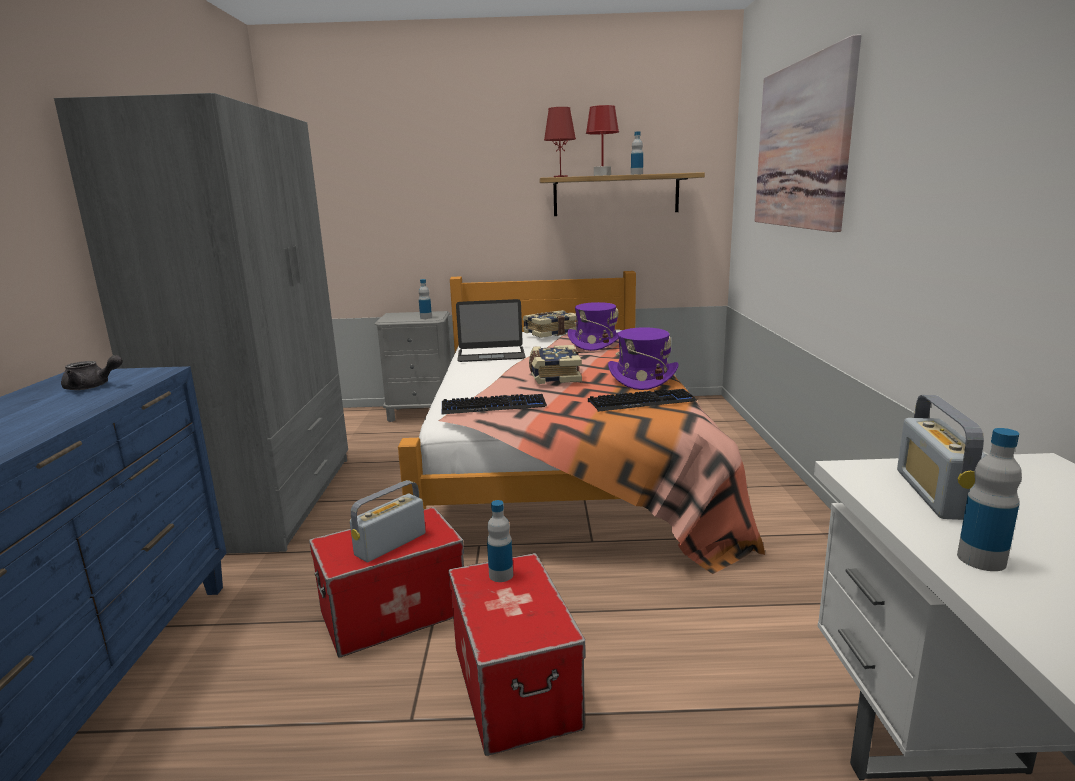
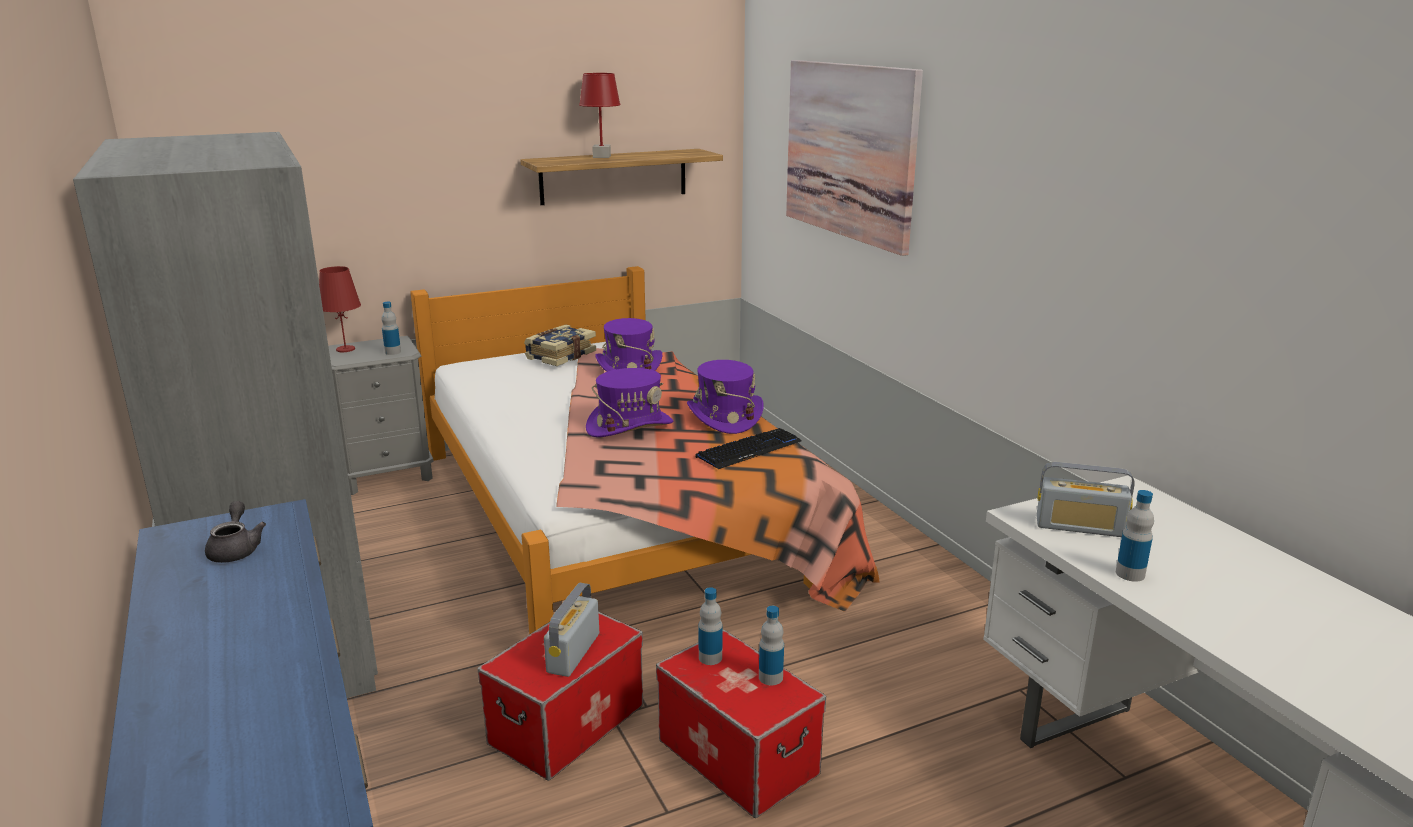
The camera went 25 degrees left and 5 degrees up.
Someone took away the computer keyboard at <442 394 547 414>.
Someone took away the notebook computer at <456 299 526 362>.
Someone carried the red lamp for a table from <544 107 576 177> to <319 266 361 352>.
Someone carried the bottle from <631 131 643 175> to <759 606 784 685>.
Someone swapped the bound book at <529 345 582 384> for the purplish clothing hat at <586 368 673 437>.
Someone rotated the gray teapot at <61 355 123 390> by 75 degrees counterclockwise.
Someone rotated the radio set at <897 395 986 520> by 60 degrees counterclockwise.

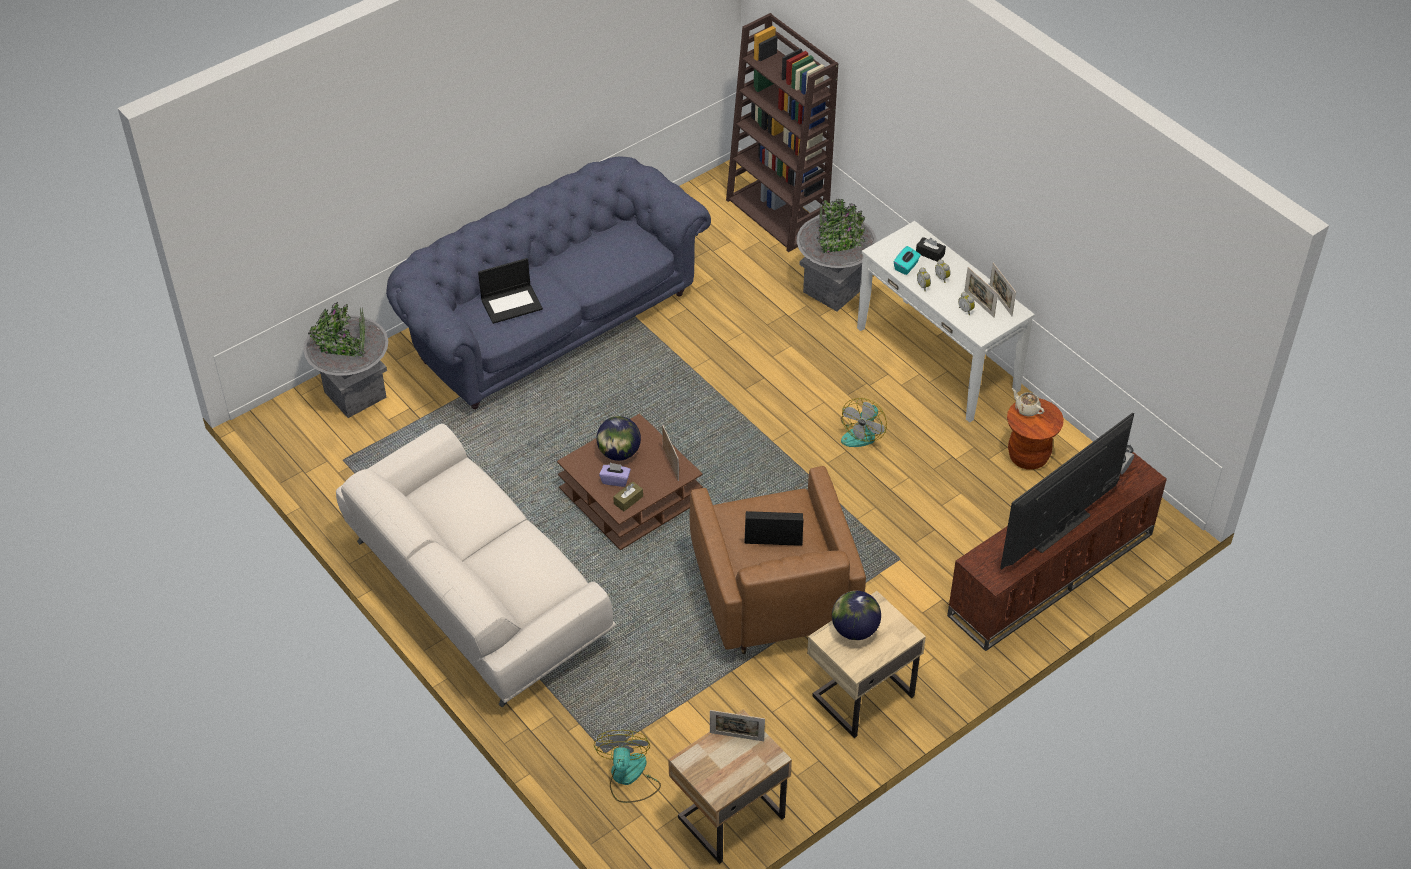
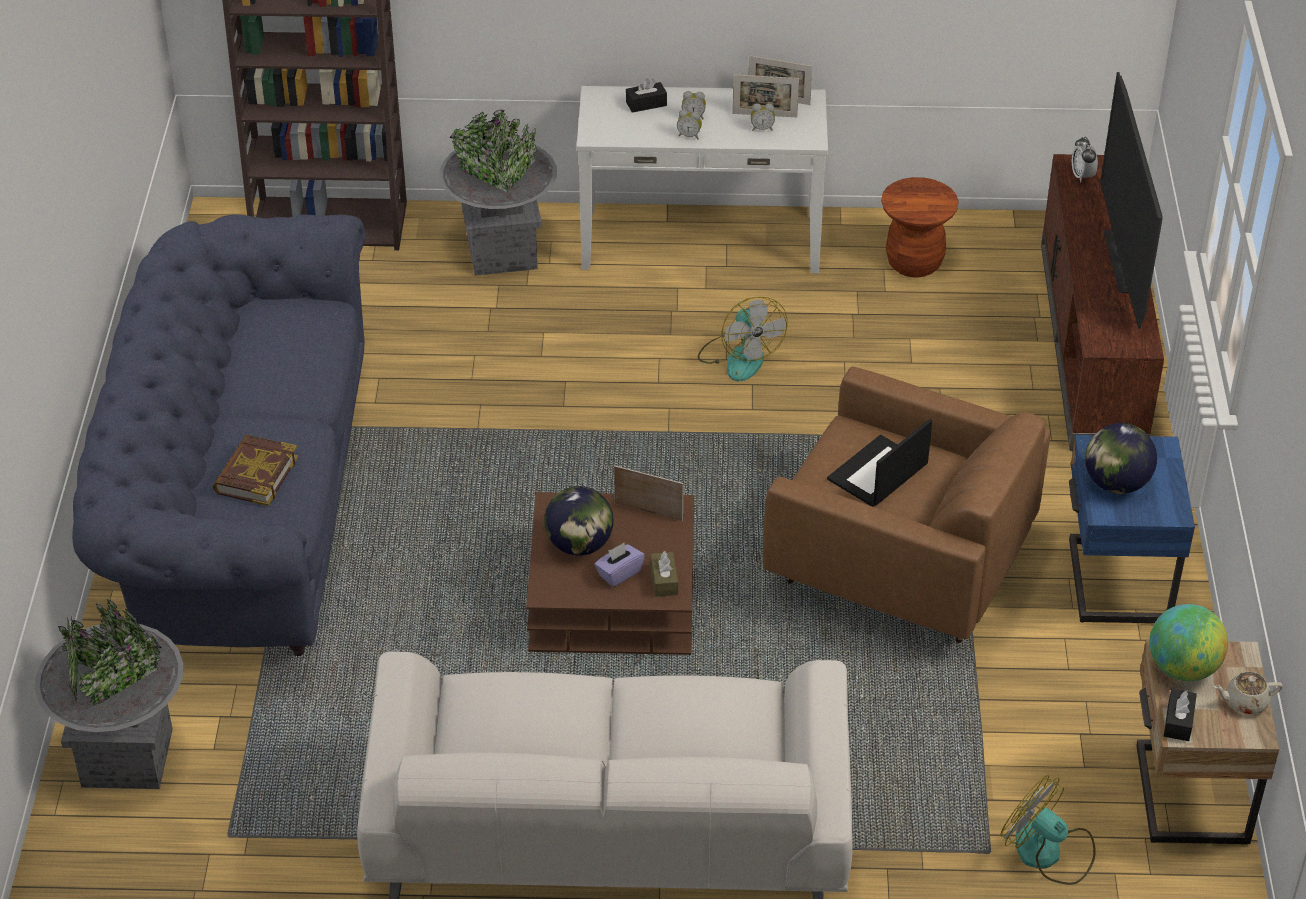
The camera went 50 degrees left and 5 degrees down.
Someone took away the turquoise box of tissues at <894 246 921 275>.
Someone put down the black-coloured box of tissues at <1164 689 1197 741>.
Someone carried the sand-coloured teapot from <1012 388 1044 416> to <1214 672 1283 714>.
Someone swapped the notebook computer at <478 258 543 324> for the bound book at <213 435 298 506>.
Someone swapped the standing frame at <710 710 765 741> for the world globe at <1149 604 1228 681>.
Someone repainted the sand-coloured nightstand at <807 591 926 738>, which became the blue-coloured nightstand at <1069 435 1195 623>.

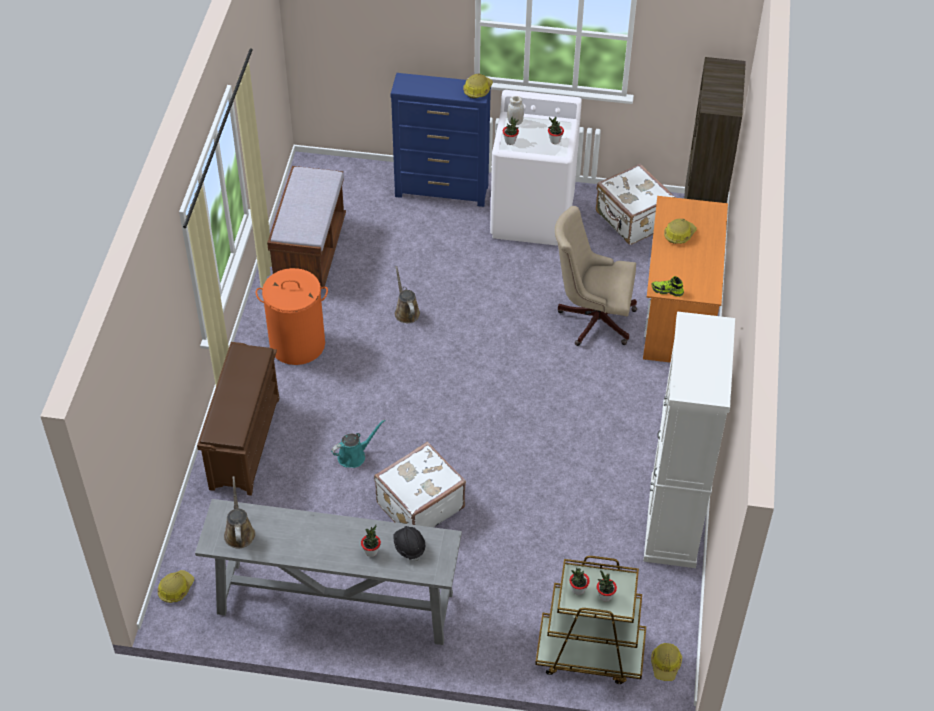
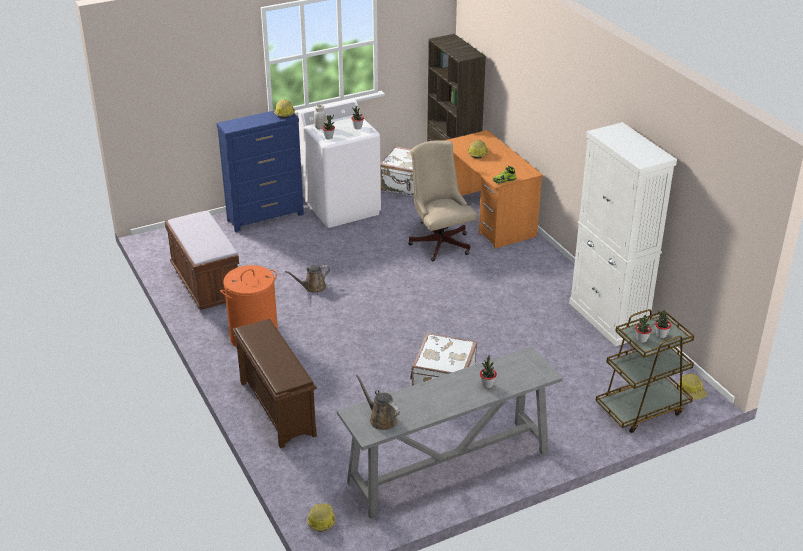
The camera went 35 degrees left and 15 degrees down.
Someone took away the turquoise sprinkling can at <331 420 385 468>.
Someone took away the black-coloured hard hat at <393 526 425 561>.
Someone rotated the brown-coloured sprinkling can at <395 266 420 323> by 60 degrees counterclockwise.
Someone rotated the sand-coloured computer chair at <555 206 637 346> by 90 degrees clockwise.

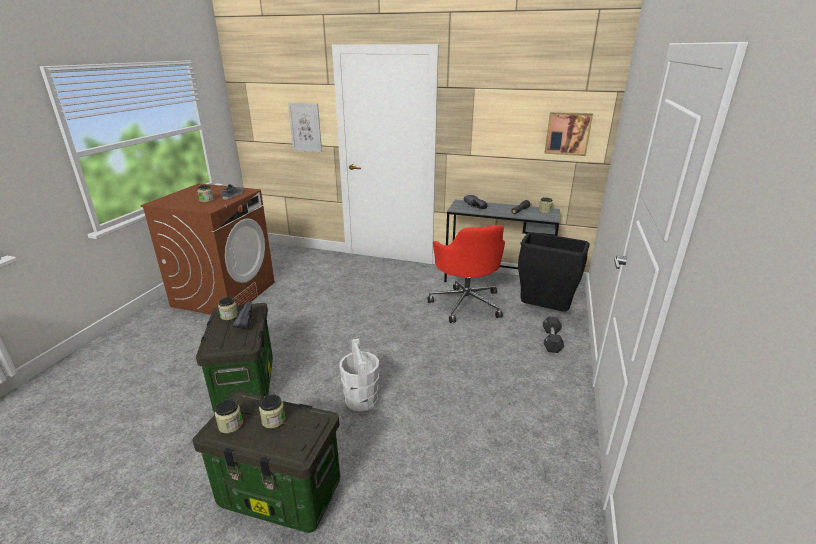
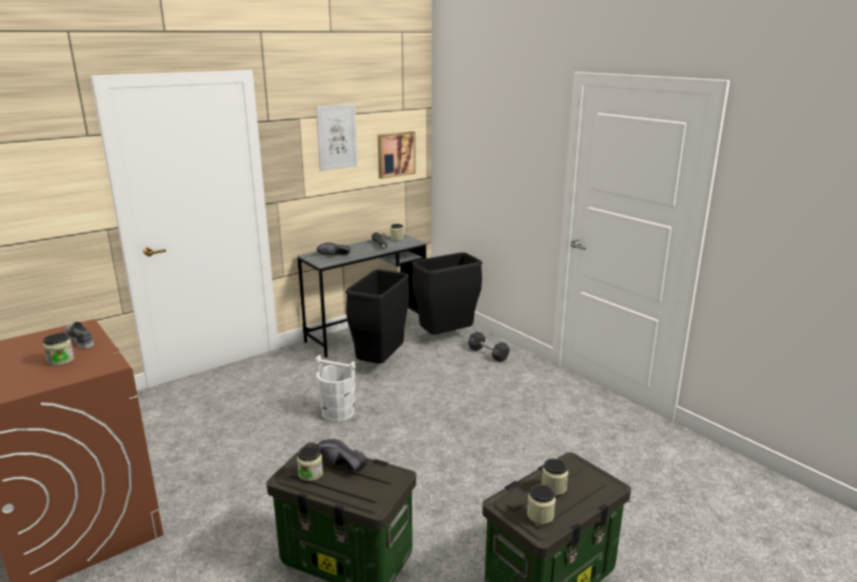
The camera went 55 degrees left and 5 degrees down.
Someone carried the wall picture from <288 102 322 152> to <316 104 357 171>.
Someone carried the white bucket from <339 339 379 412> to <315 355 356 422>.
Someone swapped the red computer chair at <427 225 505 323> for the black-coloured rubbish bin at <346 269 409 364>.

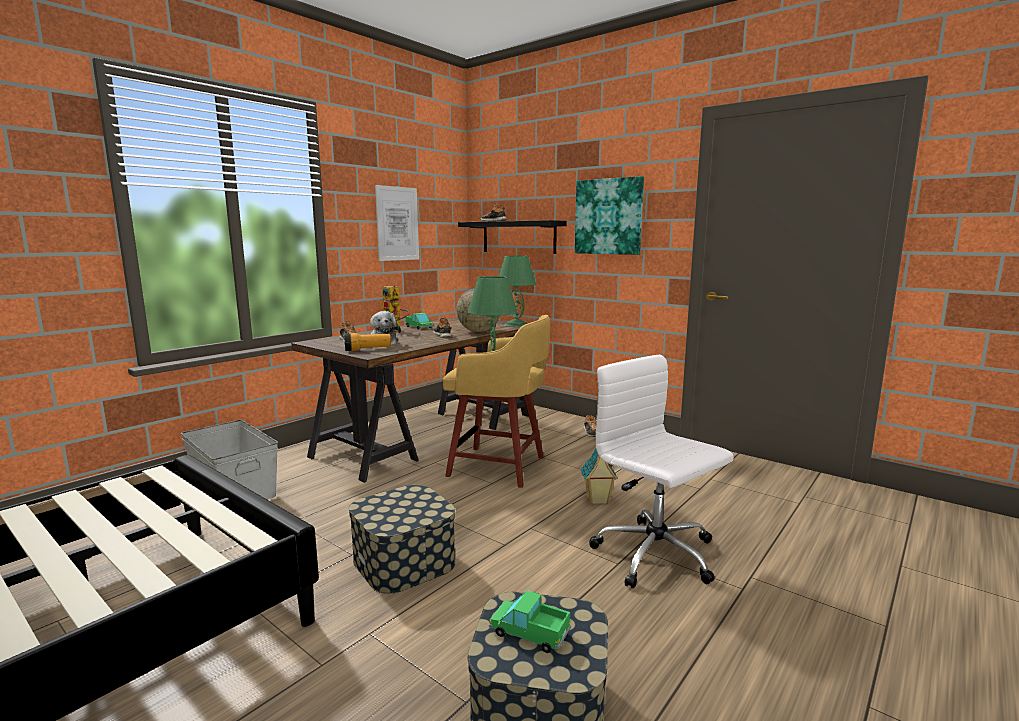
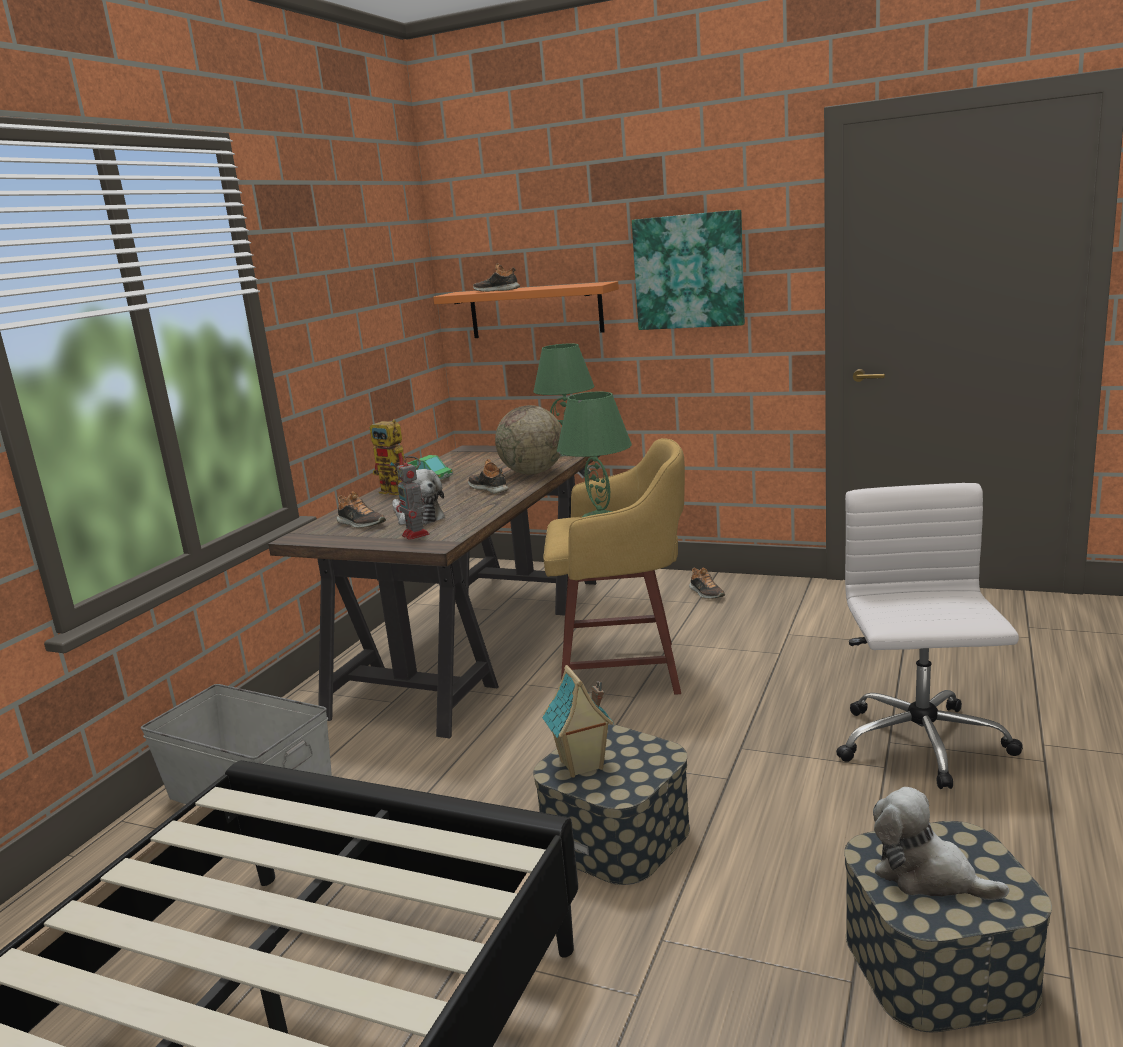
The camera went 15 degrees left and 5 degrees up.
Someone took away the wall picture at <375 185 419 261>.
Someone carried the model house from <580 447 618 505> to <542 665 614 777>.
Someone swapped the hand torch at <344 333 391 351> for the model robot at <396 457 430 540>.
Someone swapped the model truck at <489 590 571 653> for the plush toy at <873 787 1009 900>.
Someone repainted the black-coloured wall shelf at <458 220 567 254>, which became the orange-coloured wall shelf at <433 281 619 338>.
Someone rotated the white computer chair at <589 355 734 588> by 60 degrees clockwise.

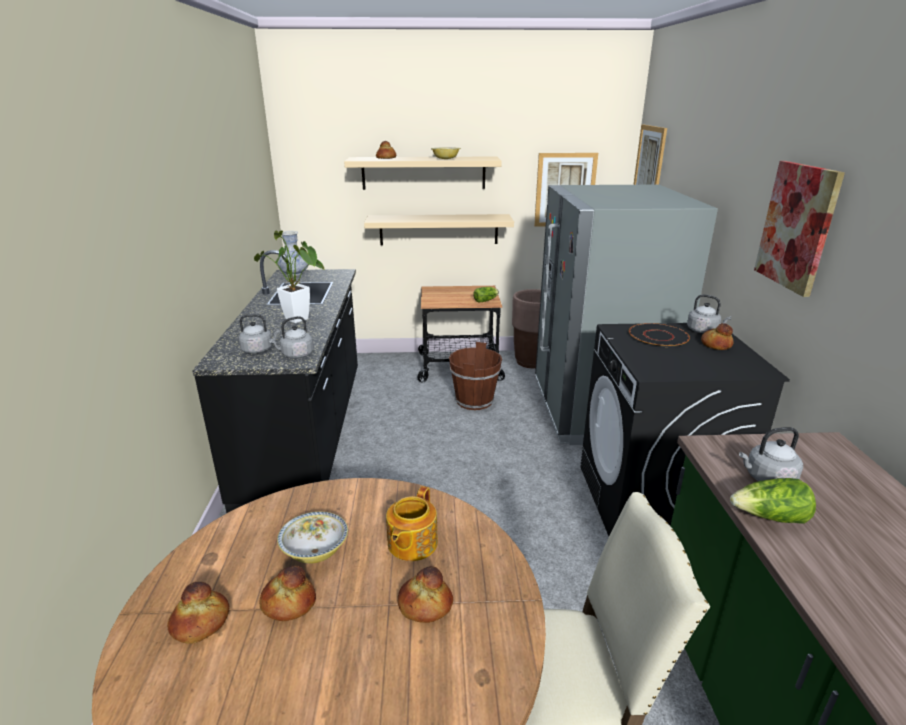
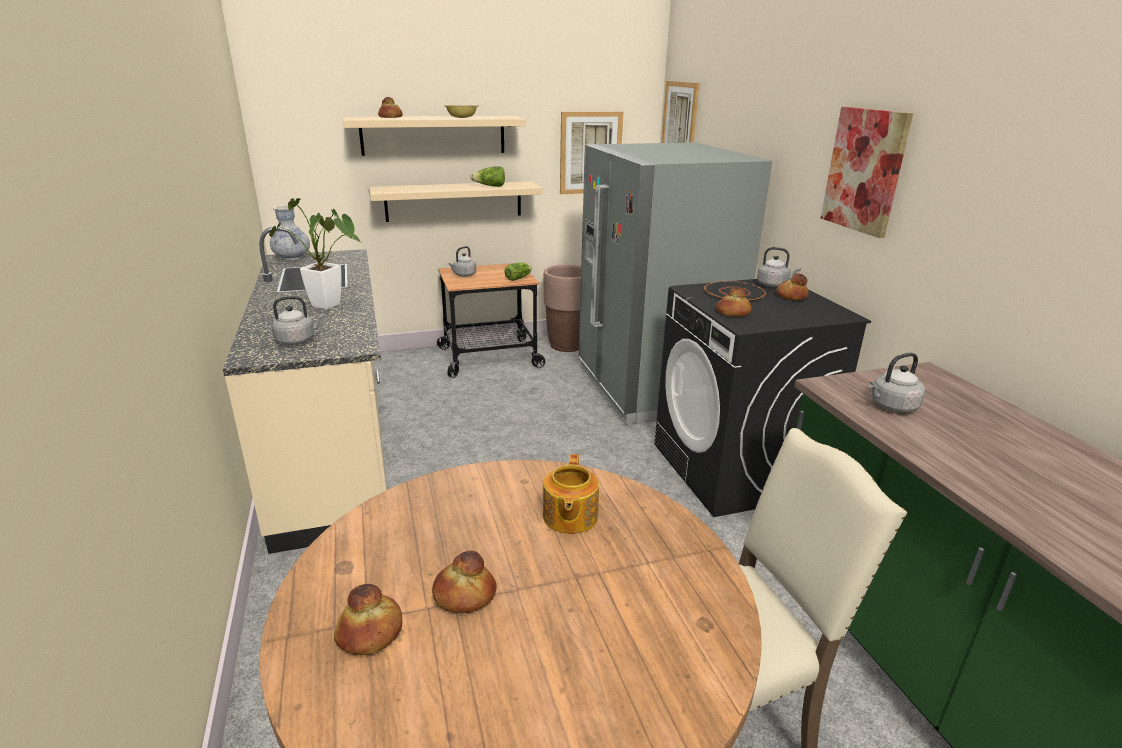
The camera went 15 degrees left and 0 degrees up.
Someone took away the deep dish at <277 512 348 564>.
Someone took away the brown-coloured bucket at <449 342 502 410>.
Someone carried the gray water kettle from <269 316 314 359> to <448 246 476 277>.
Someone carried the baked bread from <398 566 453 623> to <716 286 752 317>.
Someone carried the lettuce from <730 478 816 523> to <470 166 505 187>.
Someone repainted the black-coloured kitchen counter at <192 250 358 513>, which became the sand-coloured kitchen counter at <223 226 387 554>.

